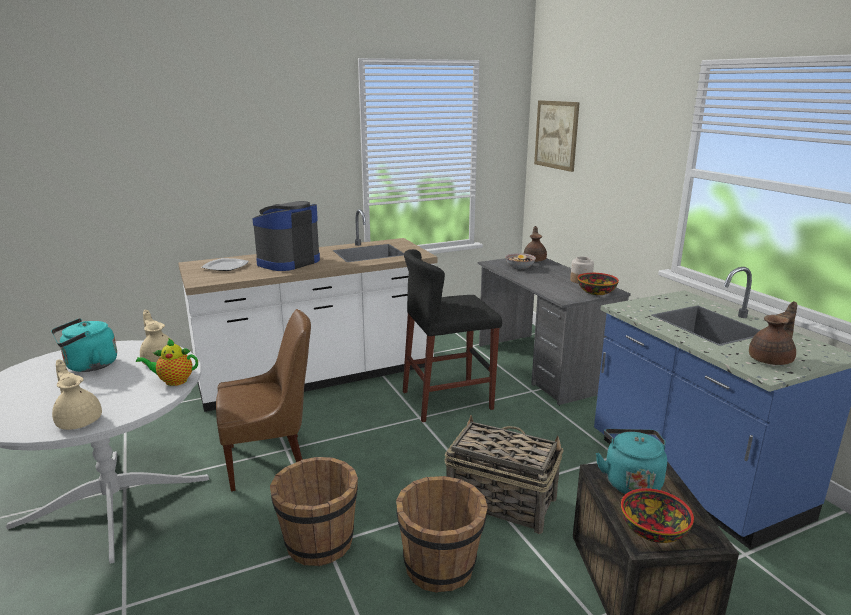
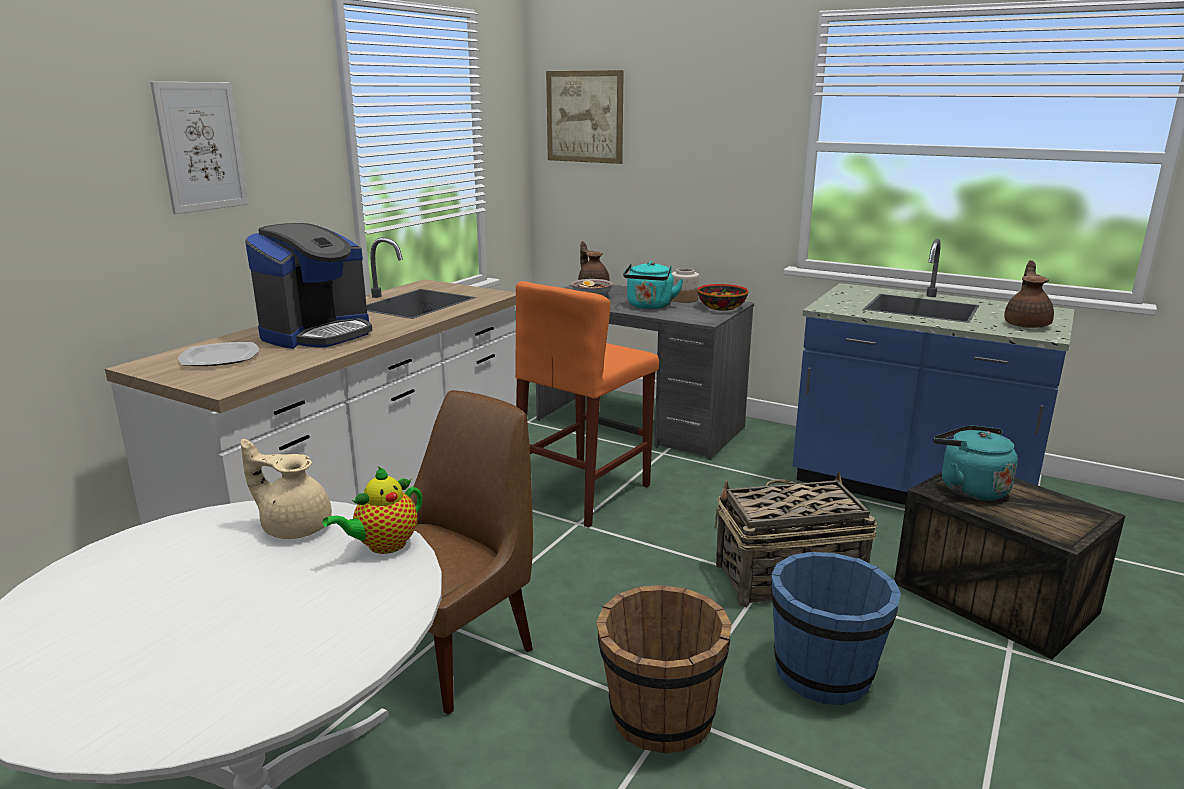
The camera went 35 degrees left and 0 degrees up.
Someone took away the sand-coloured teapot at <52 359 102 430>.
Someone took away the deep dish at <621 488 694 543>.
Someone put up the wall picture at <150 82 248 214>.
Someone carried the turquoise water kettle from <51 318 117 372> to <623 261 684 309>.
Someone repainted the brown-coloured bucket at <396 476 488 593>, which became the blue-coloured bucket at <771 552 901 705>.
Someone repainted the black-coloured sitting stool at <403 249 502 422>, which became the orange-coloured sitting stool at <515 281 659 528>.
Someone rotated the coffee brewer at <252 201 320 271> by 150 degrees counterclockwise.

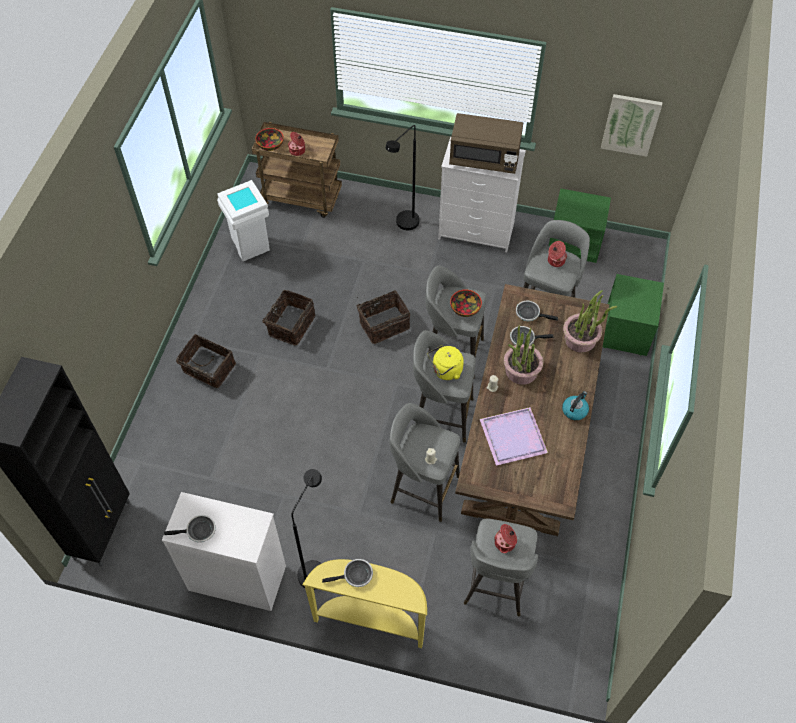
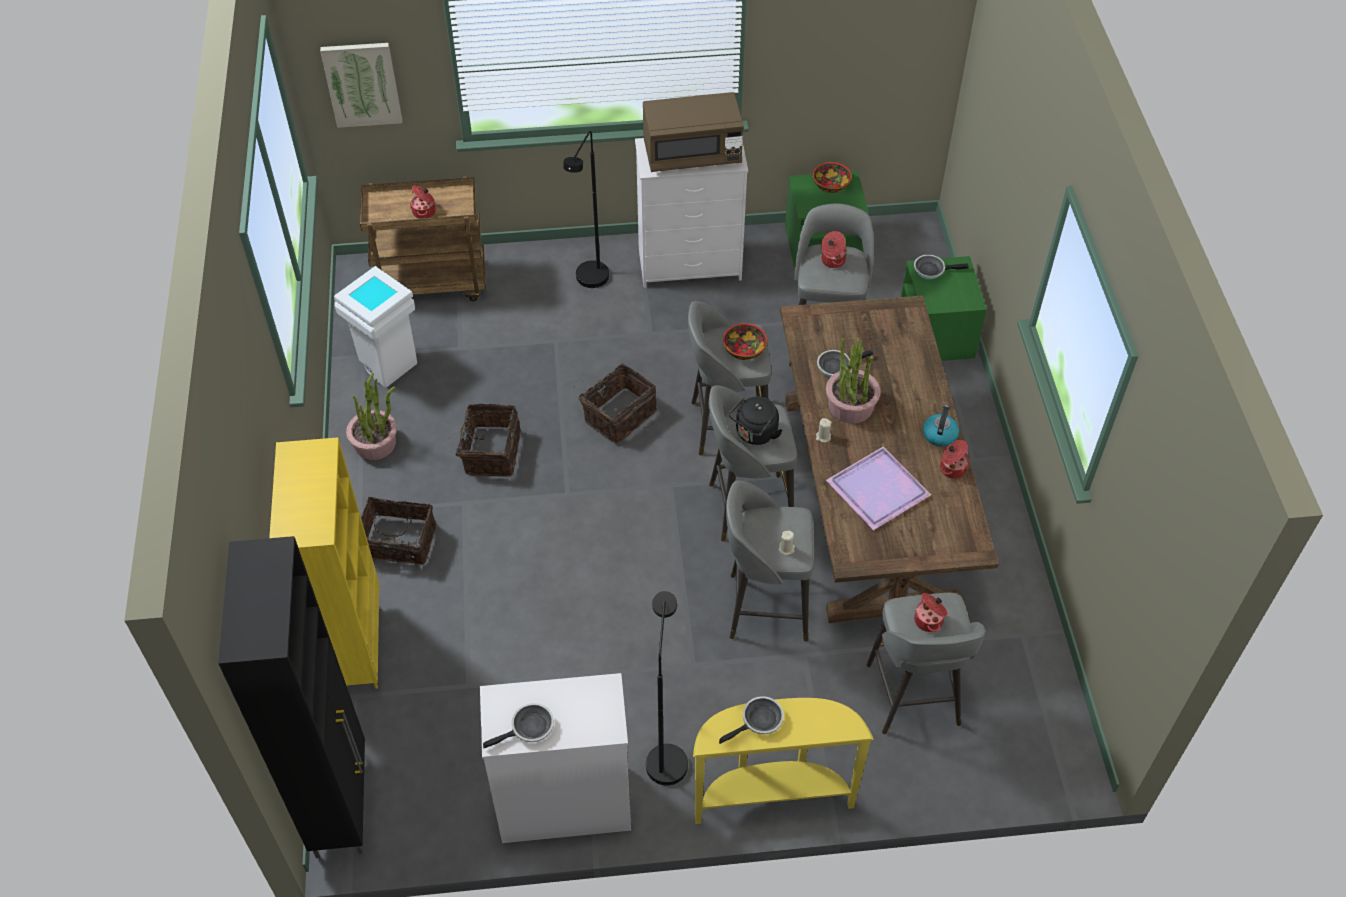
The camera went 20 degrees left and 5 degrees down.
Someone put down the yellow-coloured shelving unit at <269 437 379 689>.
Someone put down the saucepot at <940 440 969 479>.
Someone carried the deep dish from <256 128 284 151> to <813 162 852 193>.
Someone carried the skillet from <516 301 558 321> to <914 255 969 280>.
Someone carried the potted plant from <563 290 618 353> to <346 373 397 460>.
Someone carried the wall picture from <601 94 663 157> to <320 43 402 128>.
Someone repainted the yellow-coloured water kettle at <428 345 464 380>, which became the black-coloured water kettle at <729 396 783 445>.

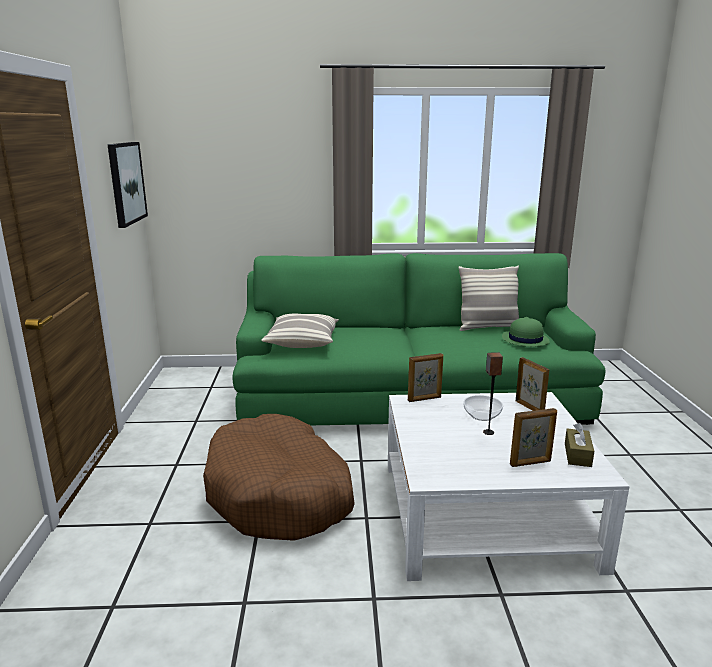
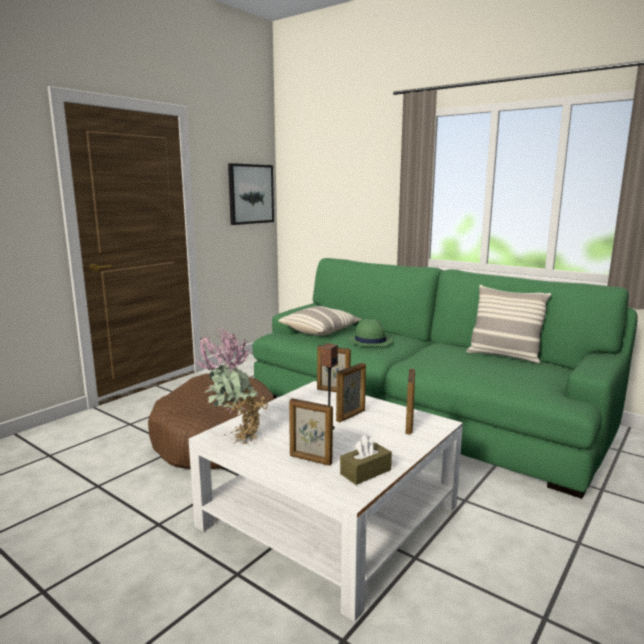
The camera went 40 degrees right and 5 degrees down.
Someone put down the potted plant at <195 327 269 444>.
Someone carried the green clothing hat from <502 317 550 347> to <349 319 393 347>.
Someone swapped the deep dish at <463 395 503 421> for the standing frame at <336 363 366 423>.

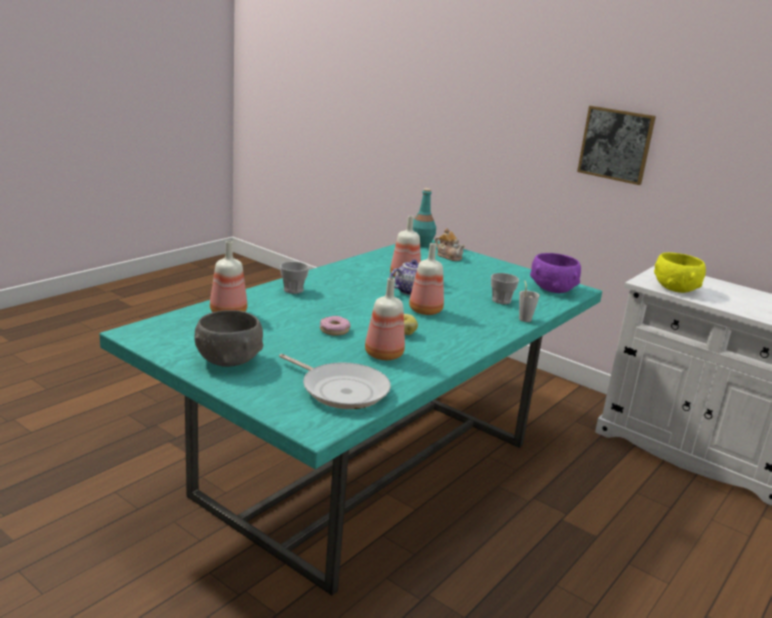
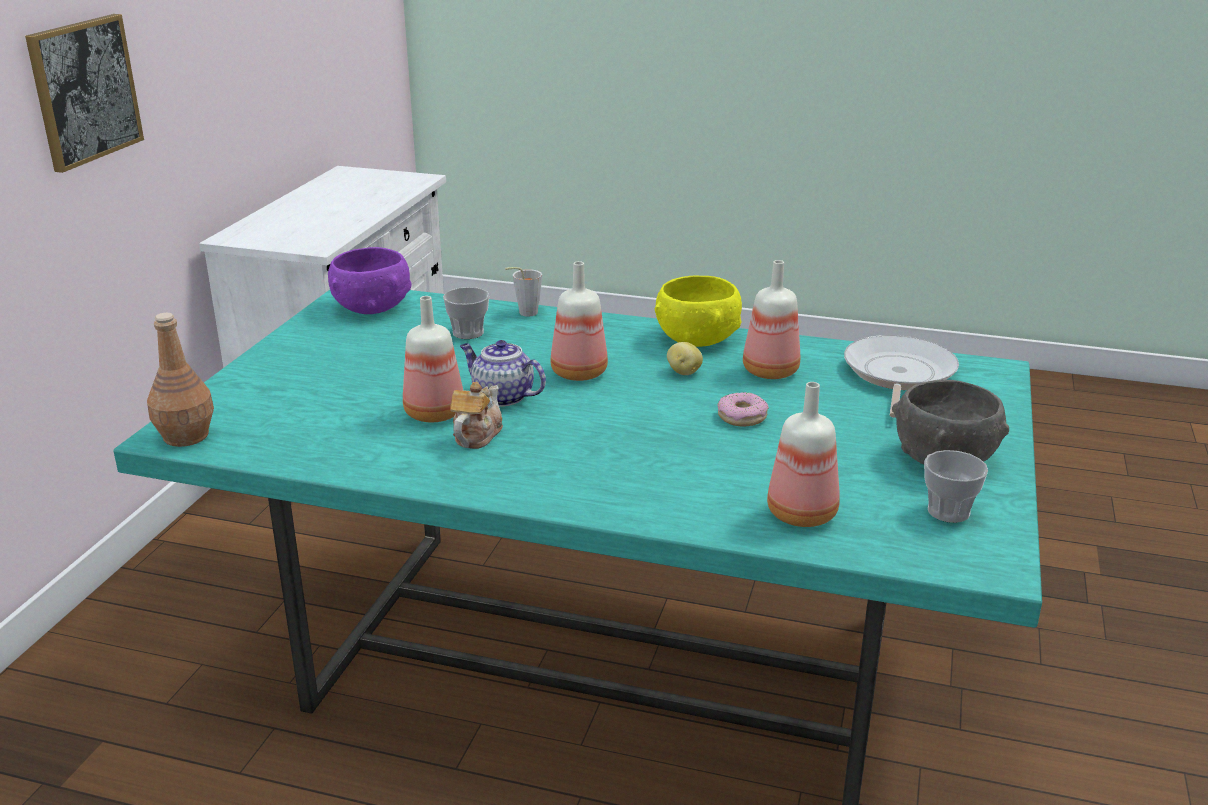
The camera went 110 degrees left and 5 degrees up.
Someone carried the drinking cup from <280 262 309 294> to <924 450 988 523>.
Someone carried the teapot from <435 228 465 261> to <450 382 503 449>.
Someone carried the yellow-coloured deep dish from <654 252 706 293> to <655 275 742 347>.
Someone repainted the turquoise bottle at <413 188 436 247>, which became the brown-coloured bottle at <147 313 214 447>.

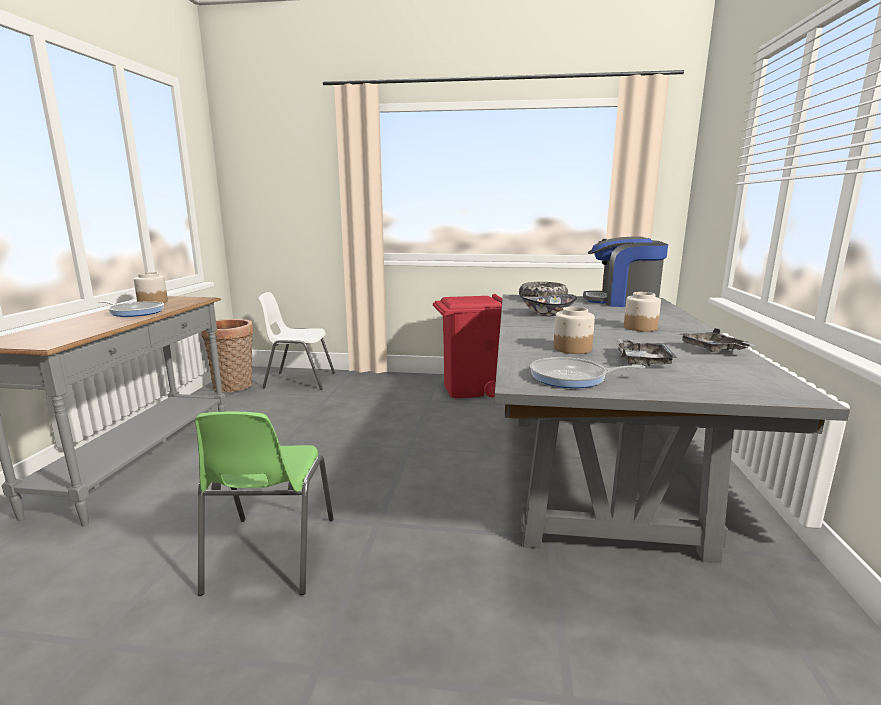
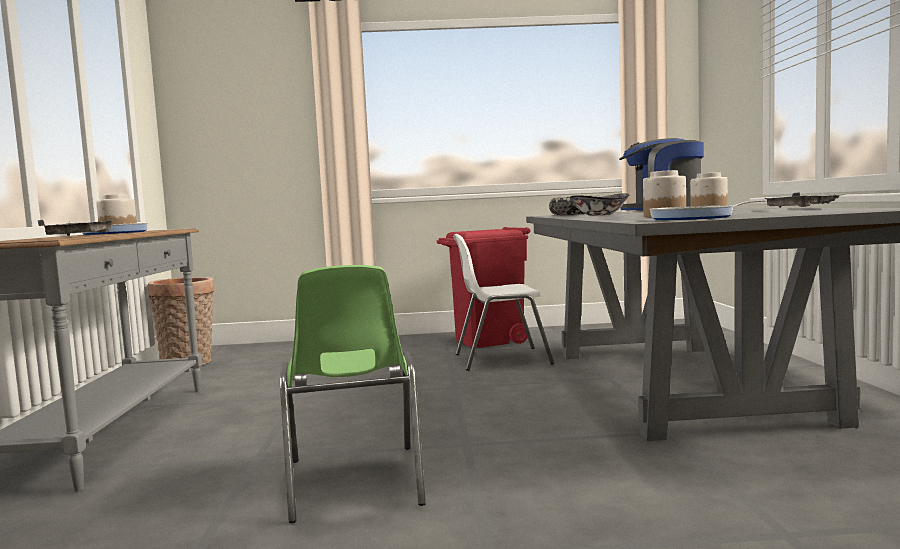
The camera went 10 degrees left and 10 degrees down.
Someone carried the white upright chair from <259 292 335 390> to <453 234 554 371>.
Someone carried the gray carrying tray from <616 339 677 367> to <37 220 115 236>.

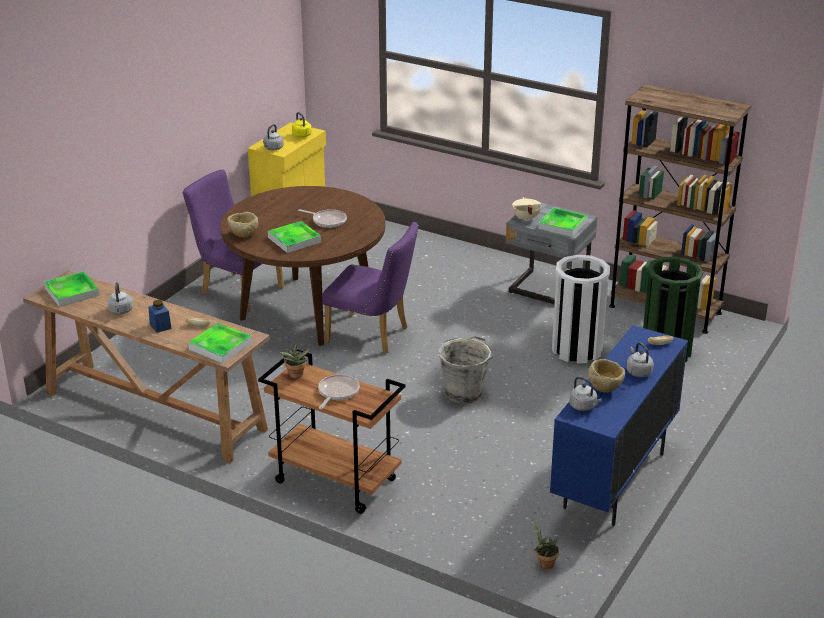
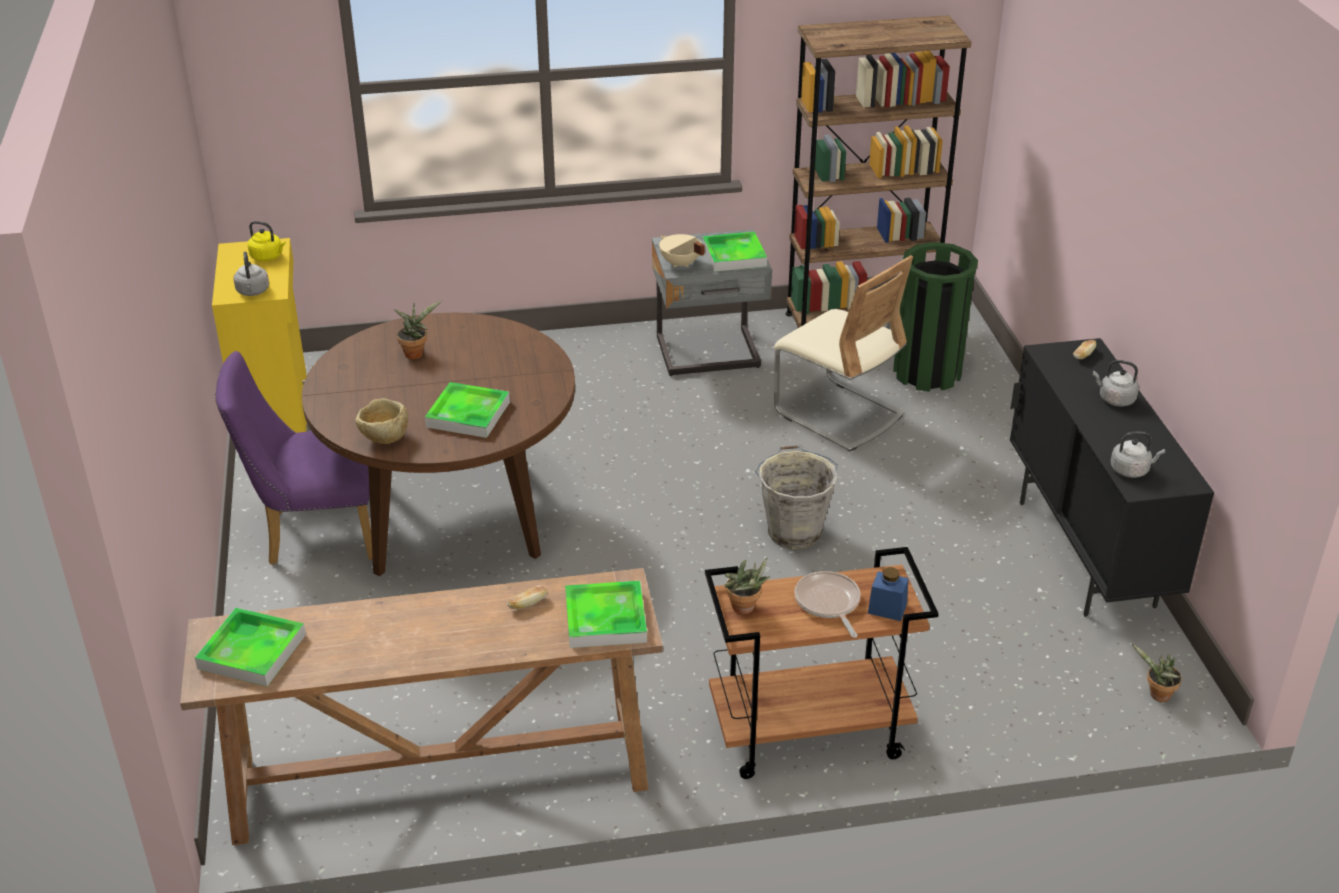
The camera went 40 degrees left and 5 degrees up.
Someone took away the gray water kettle at <107 282 133 314>.
Someone took away the skillet at <298 209 347 228>.
Someone took away the purplish upright chair at <322 222 418 354>.
Someone took away the sand-coloured deep dish at <588 359 625 393>.
Someone put down the potted plant at <394 300 442 359>.
Someone carried the blue-coloured preserve jar from <148 300 172 333> to <868 567 908 621>.
Someone swapped the white rubbish bin at <552 255 610 364> for the sand-coloured upright chair at <774 255 913 452>.
Someone repainted the blue-coloured storage cabinet at <550 325 688 526>, which became the black-coloured storage cabinet at <1010 338 1214 617>.

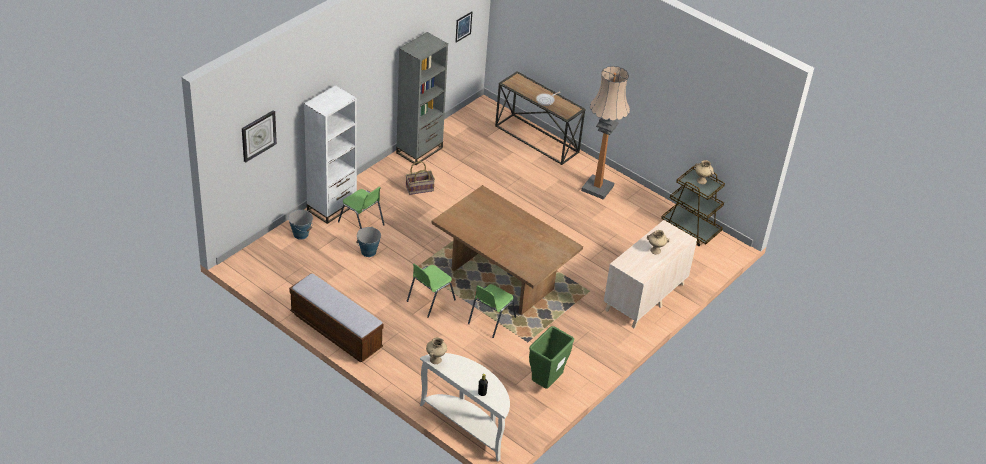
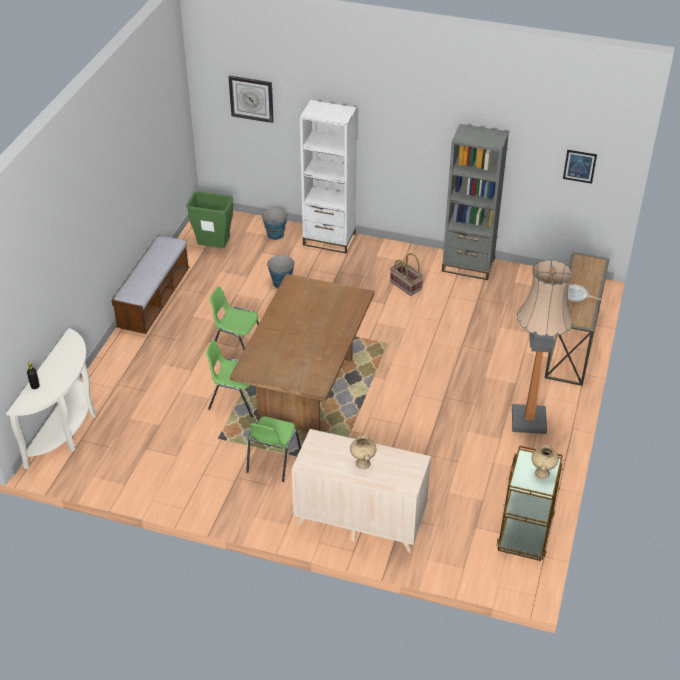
The camera went 70 degrees right and 0 degrees up.
Someone took away the sand-coloured flower vase at <426 338 447 364>.
Someone carried the green upright chair from <338 187 385 229> to <246 416 301 482>.
Someone carried the green rubbish bin from <529 326 574 389> to <186 191 234 248>.

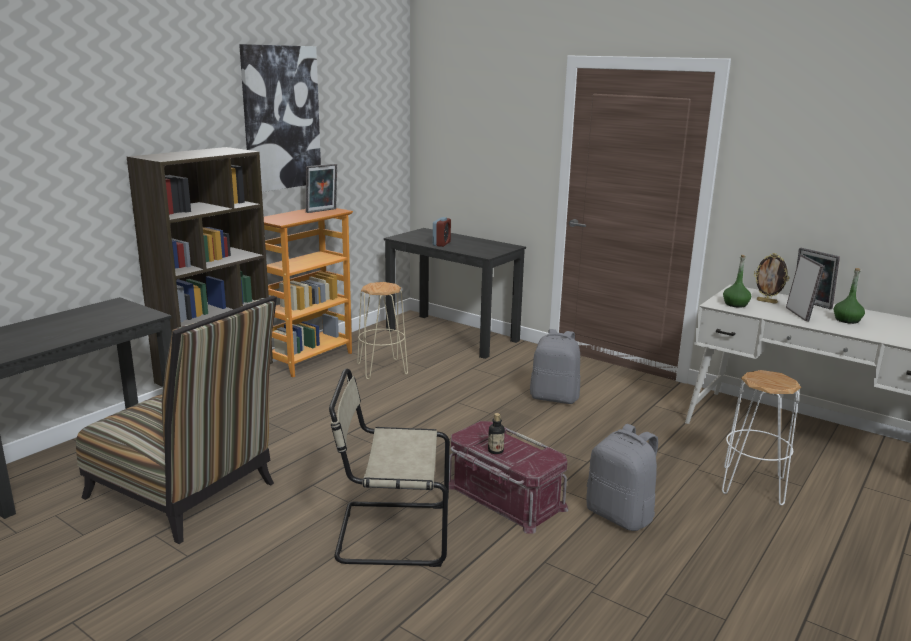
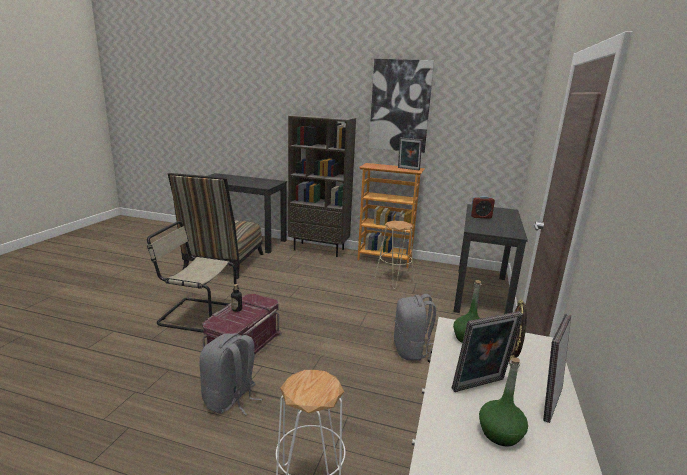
The camera went 70 degrees right and 0 degrees up.
Someone rotated the sand-coloured upright chair at <329 368 450 567> by 60 degrees counterclockwise.

